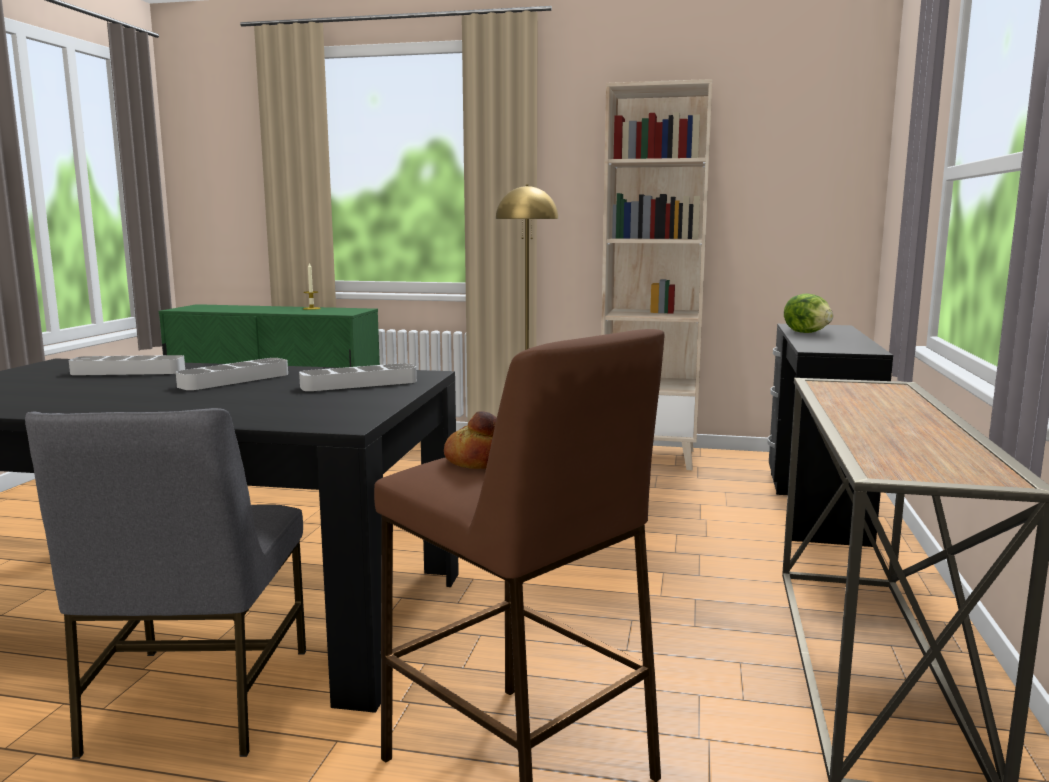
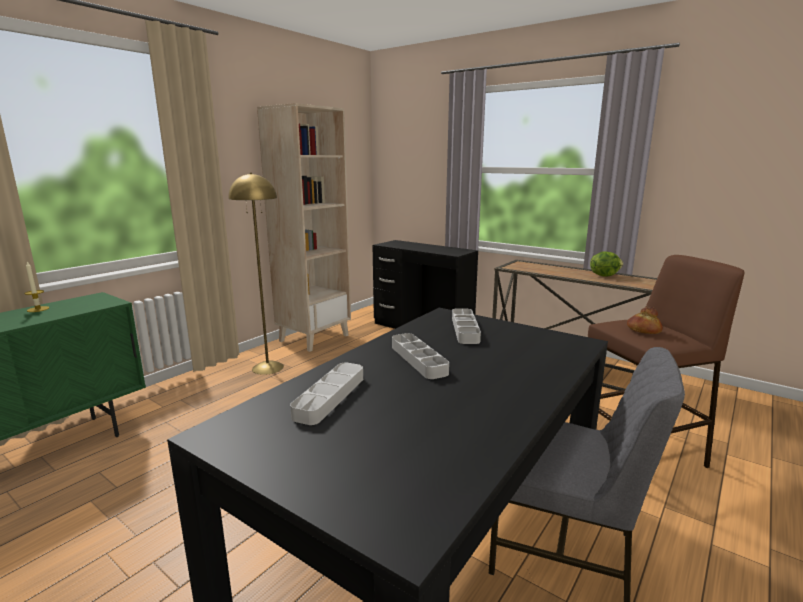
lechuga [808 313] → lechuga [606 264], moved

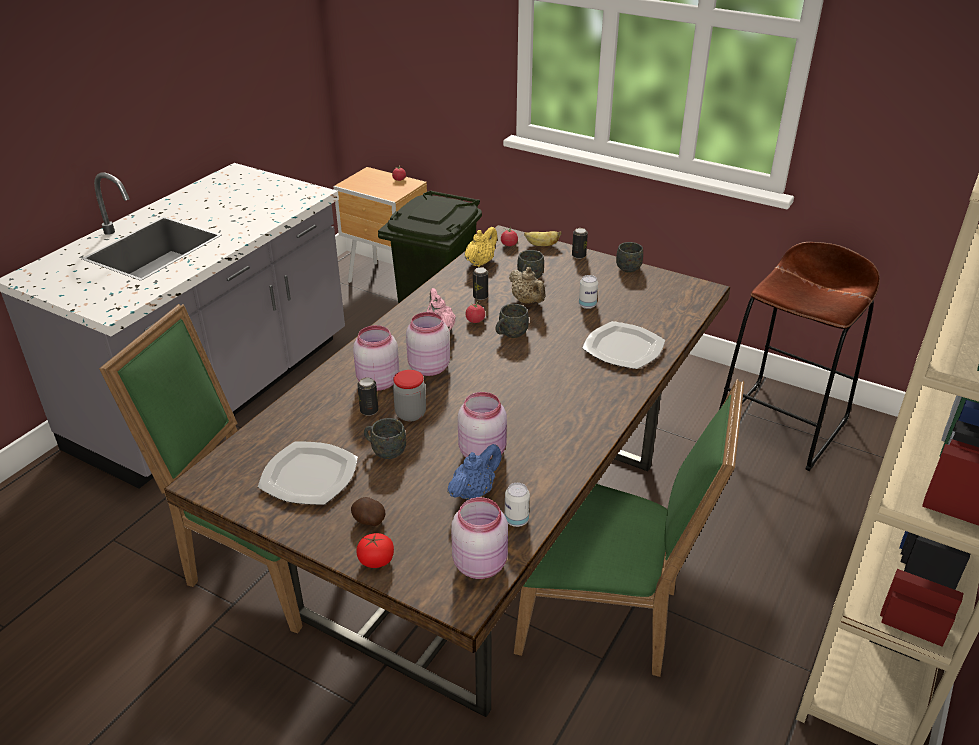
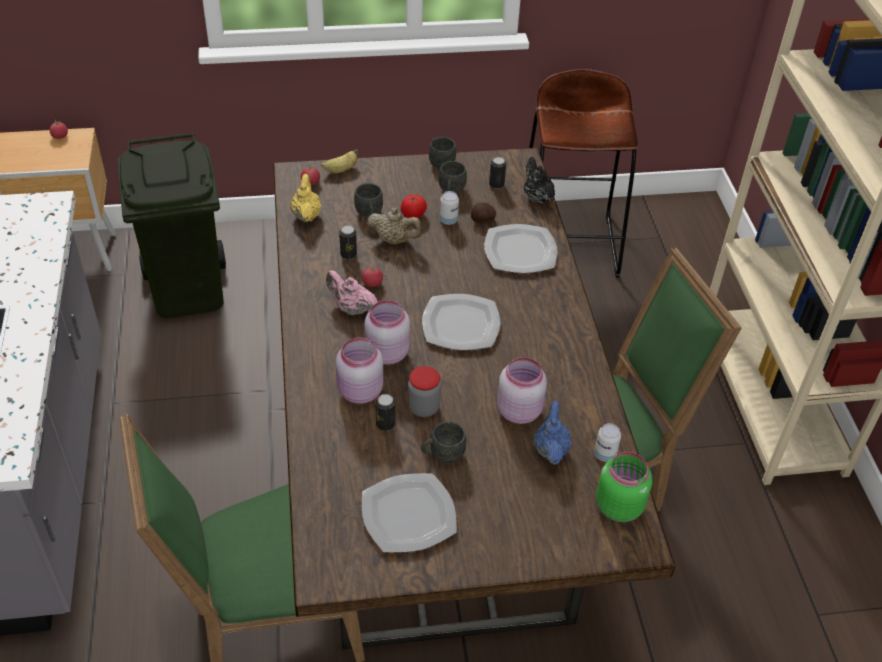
patata [368 511] → patata [483 212], moved
tomate [375 550] → tomate [414 206], moved
tarro [rosa] [479 538] → tarro [verde] [624 487]
taza grande [gris] [512 321] → taza grande [gris] [453 177], moved
lata [580 243] → lata [497 173], moved
- → plato [461 322]
- → tetera [negro] [539 180]

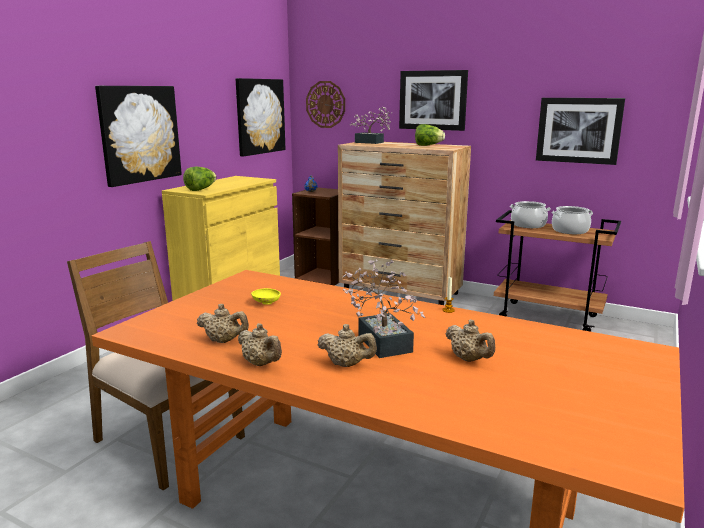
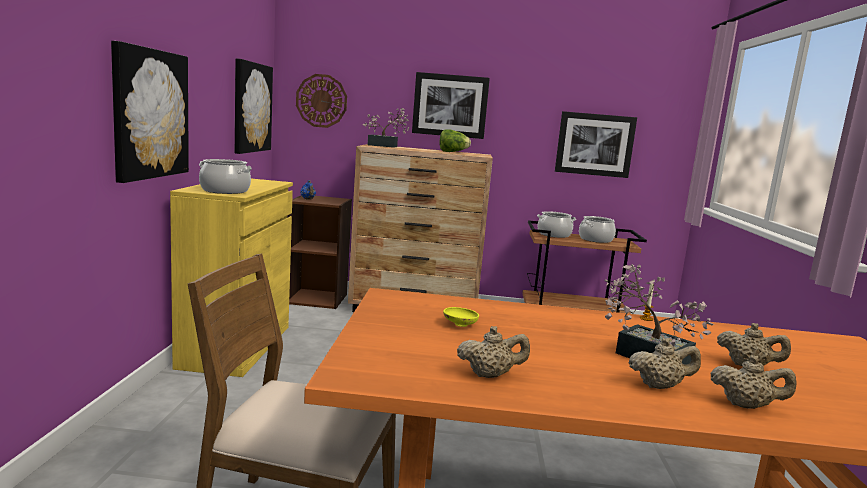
lechuga [199 178] → olla [225 176]
tetera [beis] [260 344] → tetera [beis] [754 382], moved

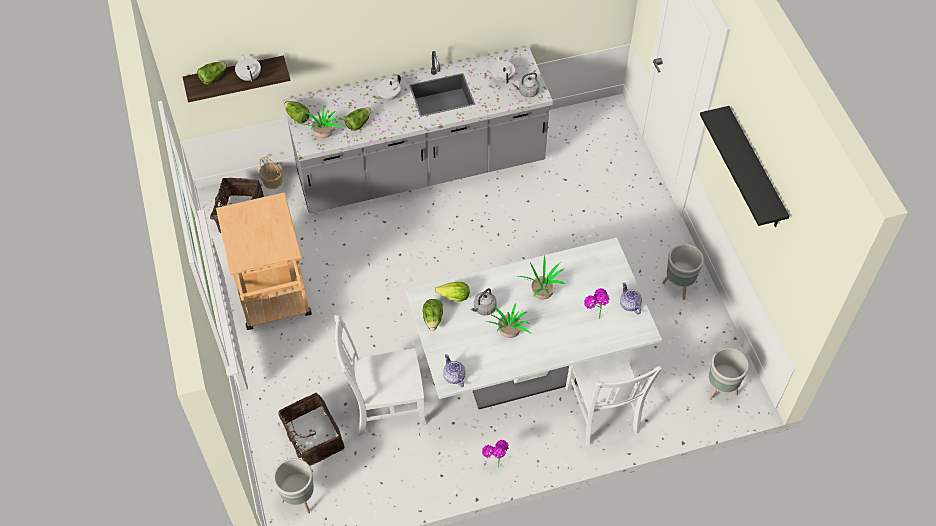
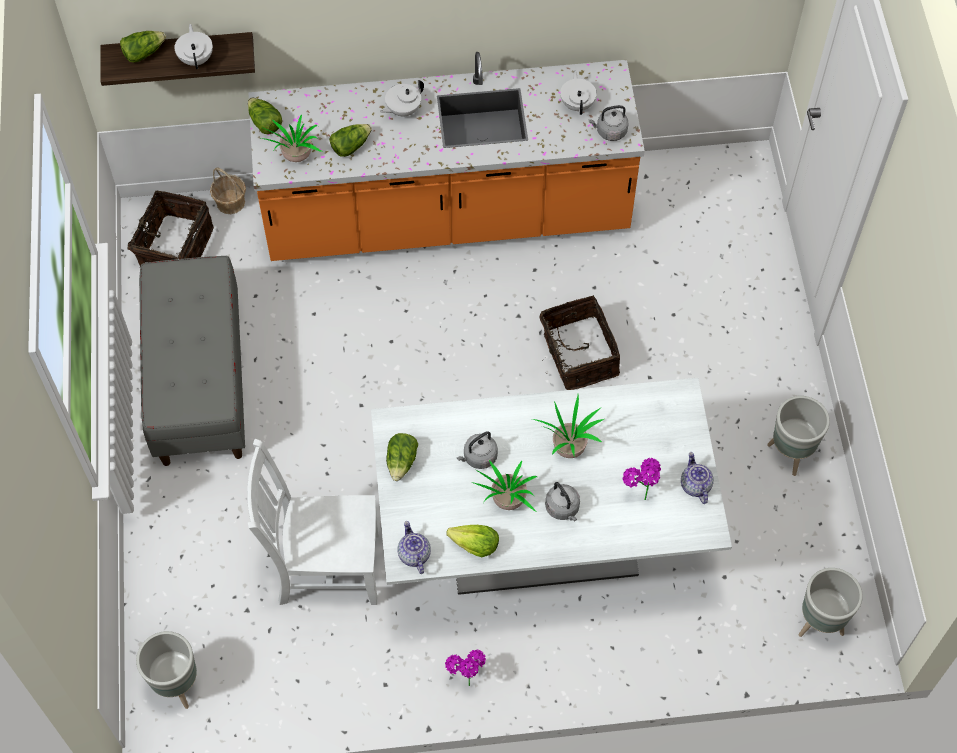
carrito [beis] [264 261] → banco [gris] [192 361]
cesta [311 429] → cesta [580 342], moved
mueble bajo de cocina [gris] [417 130] → mueble bajo de cocina [naranja] [446 156]
lechuga [452 292] → lechuga [472 541], moved
silla [blanco] [613 398] → -
estante [negro] [744 166] → -
- → hervidor [gris] [562 502]

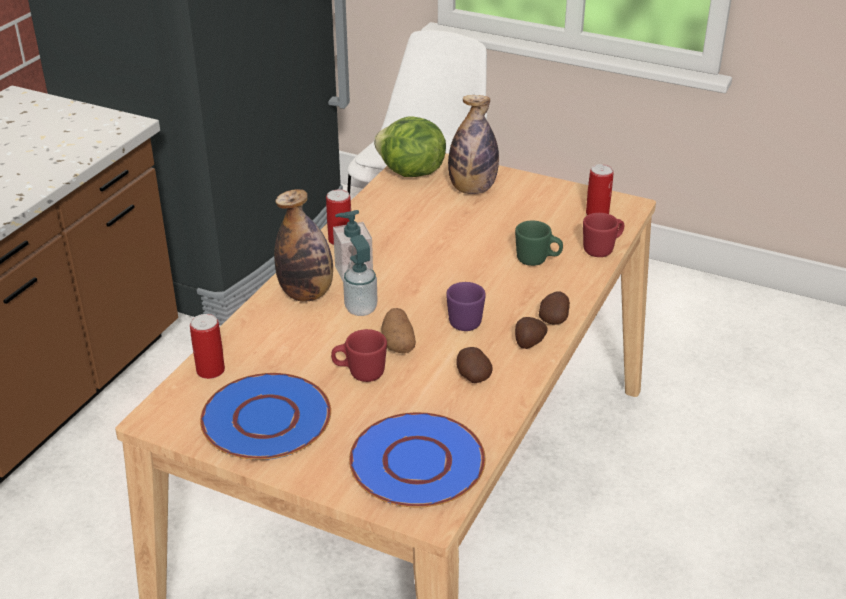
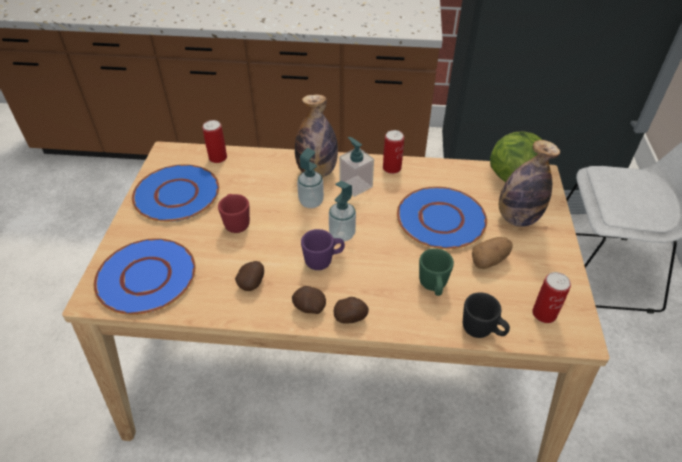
patata [398 330] → patata [492 253], moved
taza grande [rojo] [603 235] → taza grande [negro] [486 315]
- → dispensador de jabón [342 211]
- → plato [azul] [442 217]

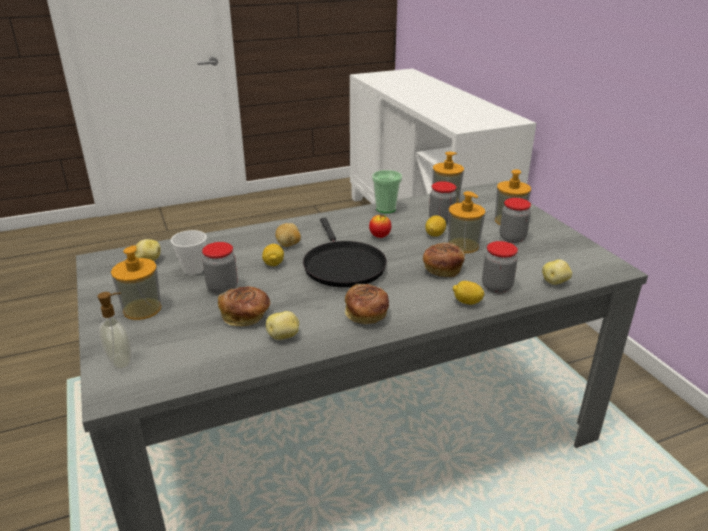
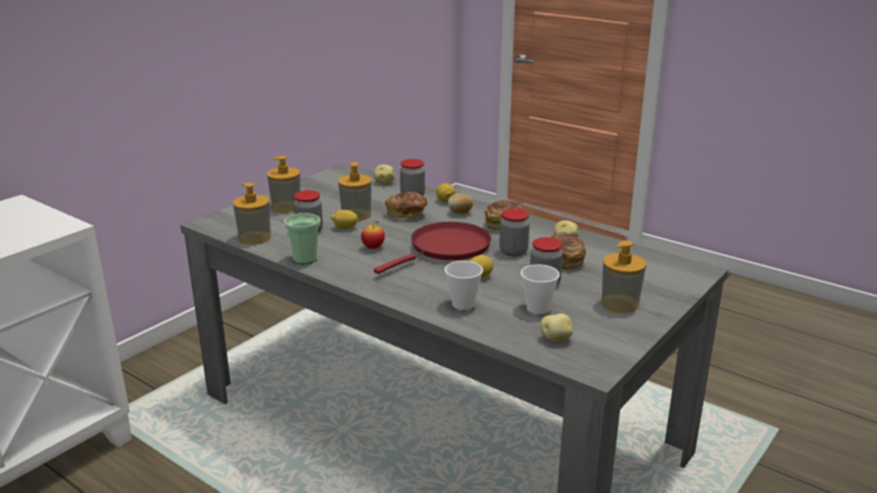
dispensador de jabón [114 330] → -
patata [288 235] → patata [460 203], moved
sartén [negro] [345 252] → sartén [rojo] [432 248]
tarro [515 220] → tarro [514 232], moved
- → taza [464 285]

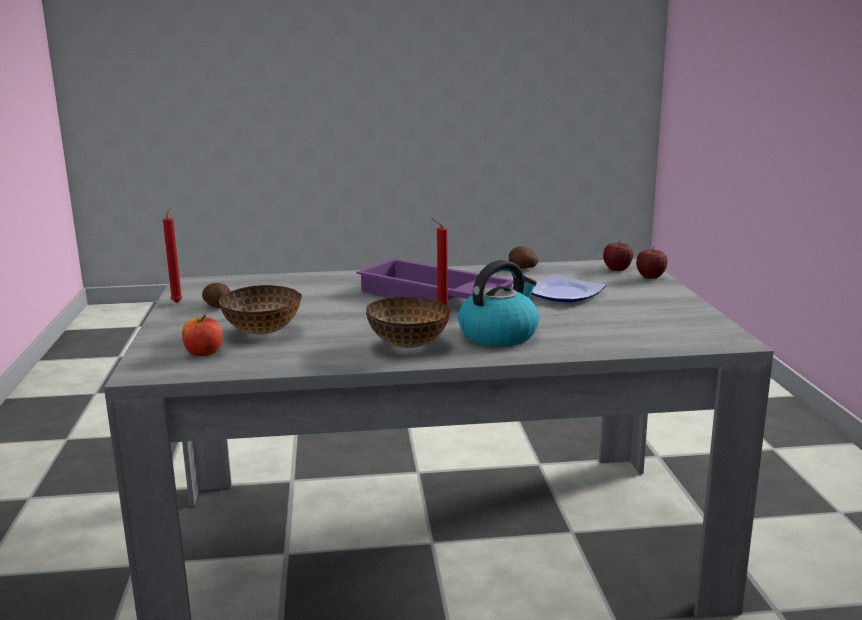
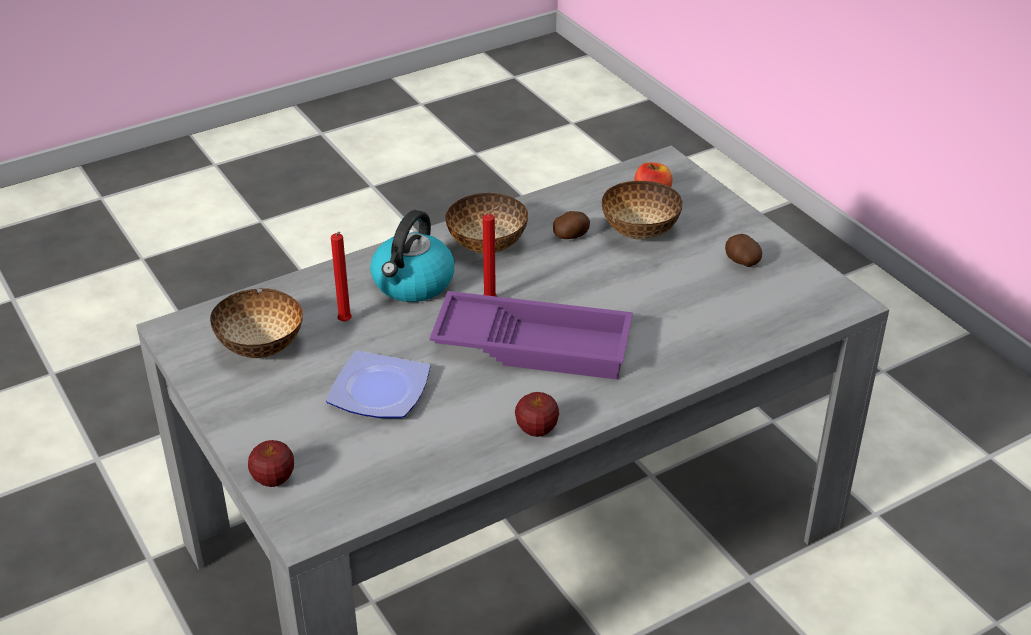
vela [rojo] [173 255] → vela [rojo] [341 277], moved
patata [524 257] → patata [571 225], moved
manzana [618 255] → manzana [537 414], moved
- → cuenco [256 323]

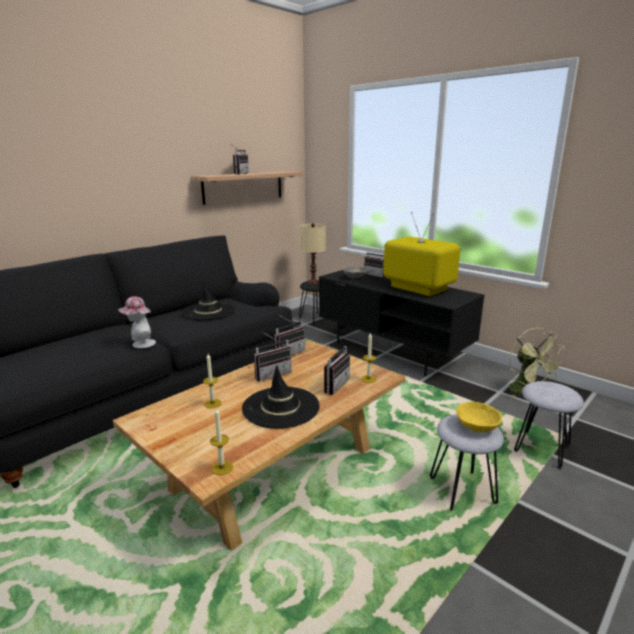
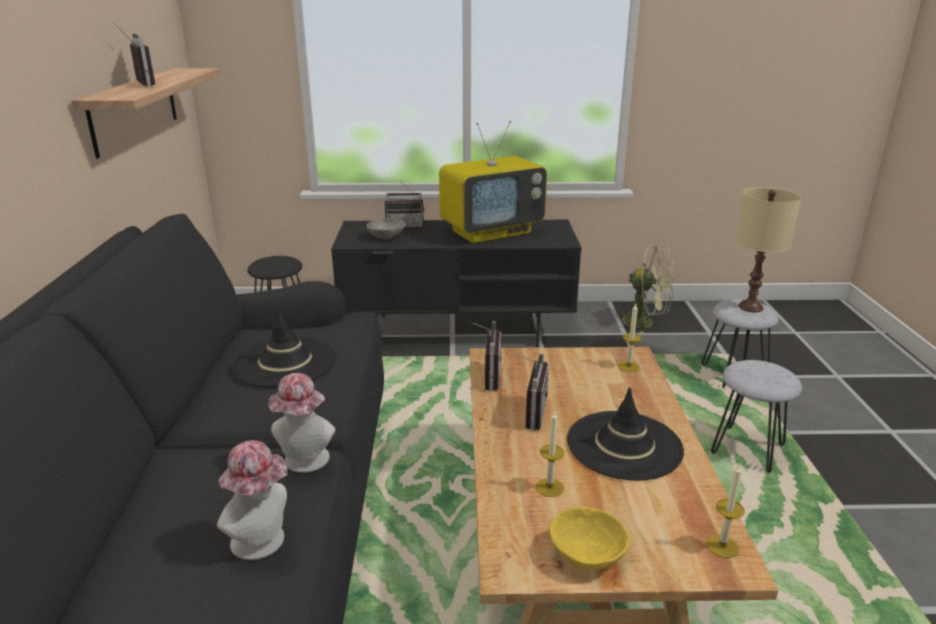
lámpara de mesa [beis] [313 254] → lámpara de mesa [beis] [768 249], moved
radio [335 368] → -
televisor [421 254] → televisor [493 182], 150 degrees clockwise
cuenco [amarillo] [479 417] → cuenco [amarillo] [590 538], moved
- → sombrero [252 500]

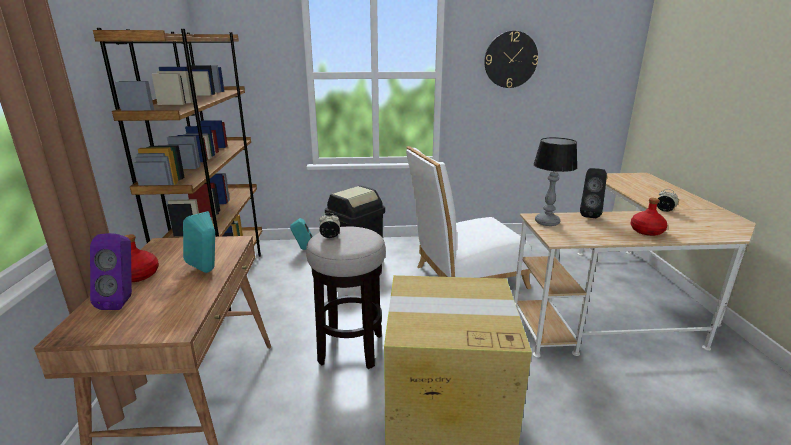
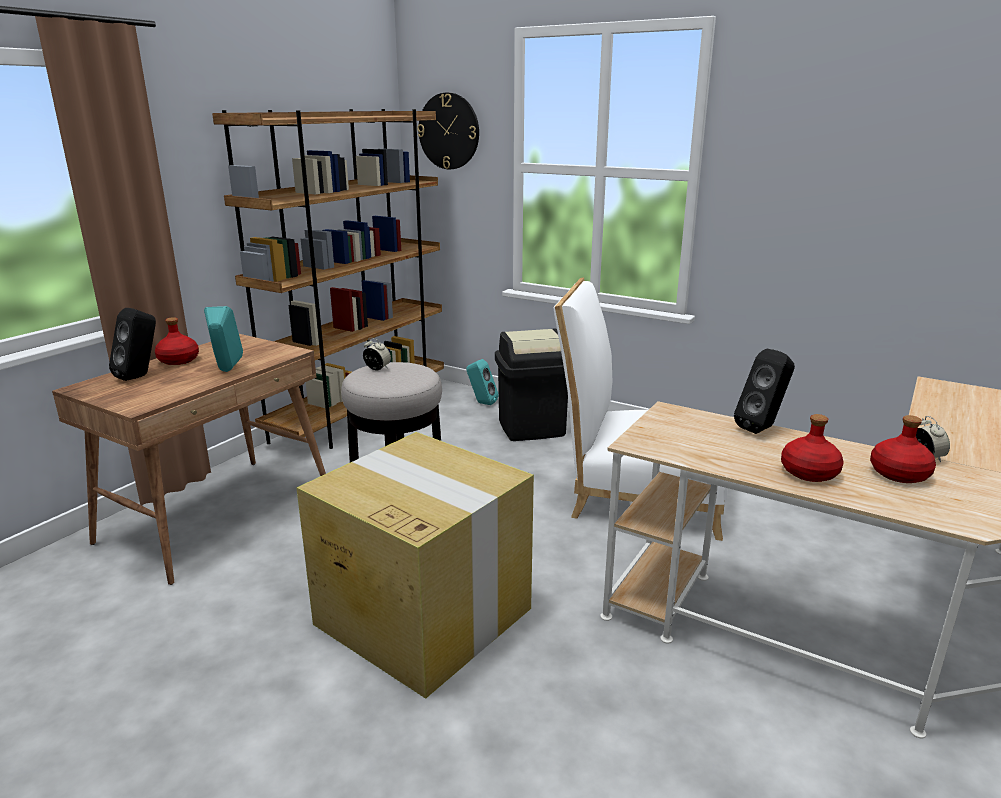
altavoz [morado] [111 271] → altavoz [negro] [132 344]
reloj de pared [511 59] → reloj de pared [448 131], moved
lámpara de mesa [555 181] → -
- → botella [rojo] [903 449]

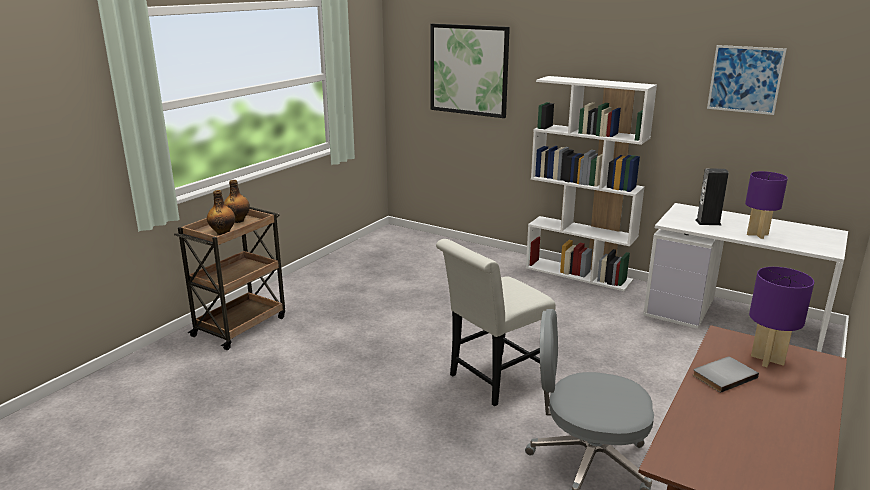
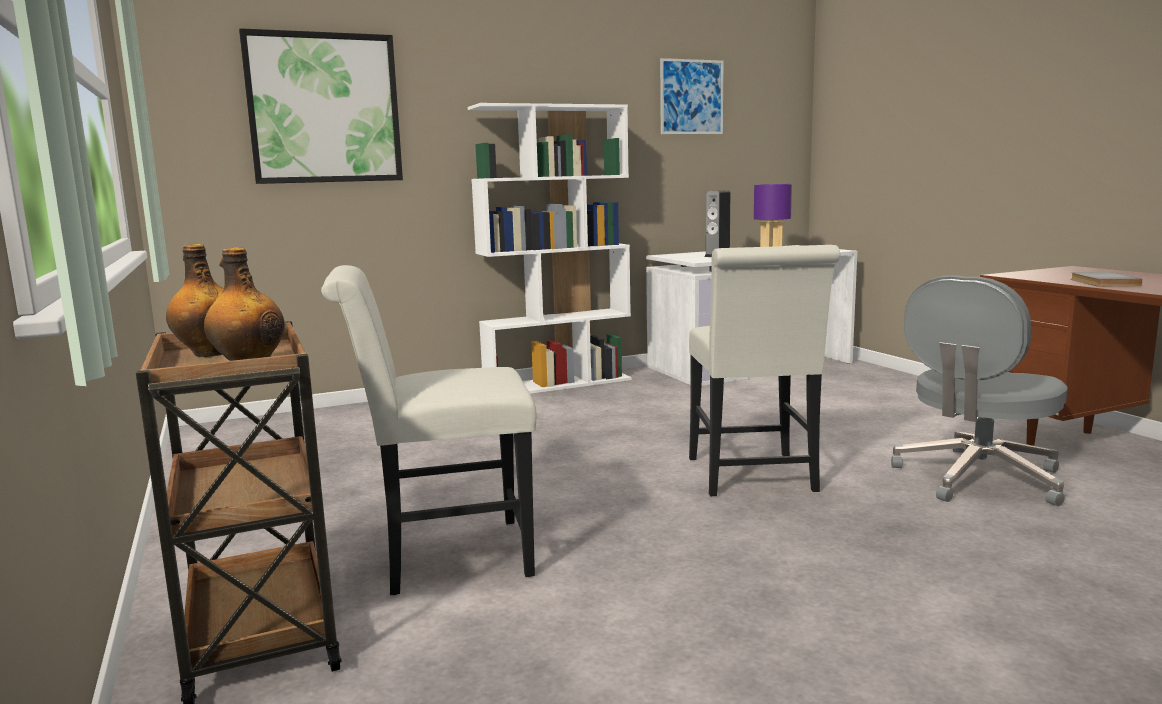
lámpara de mesa [morado] [781 317] → -
- → silla [blanco] [428 430]

